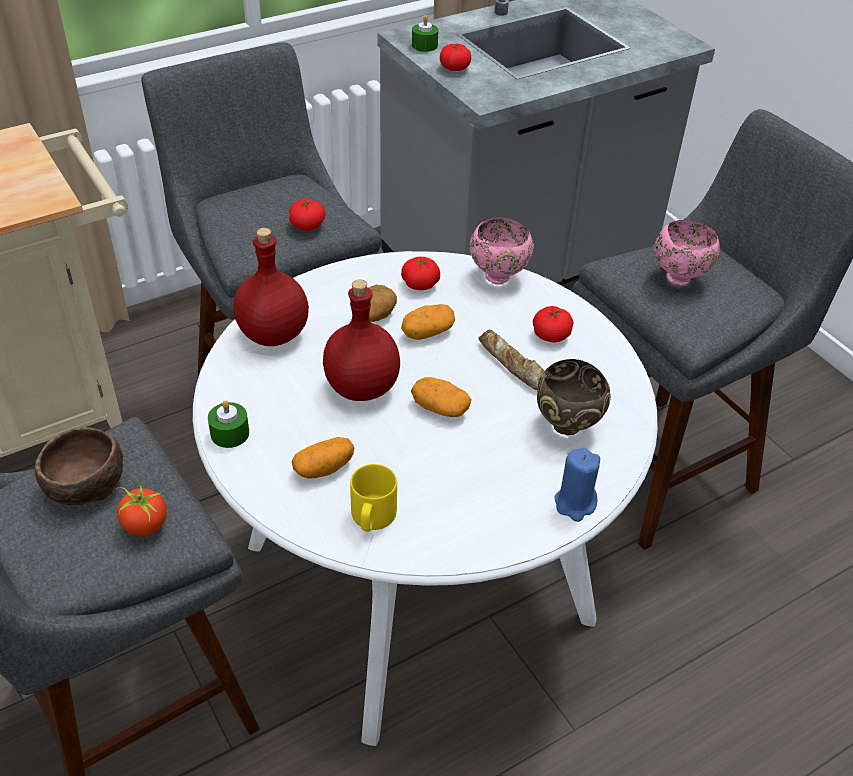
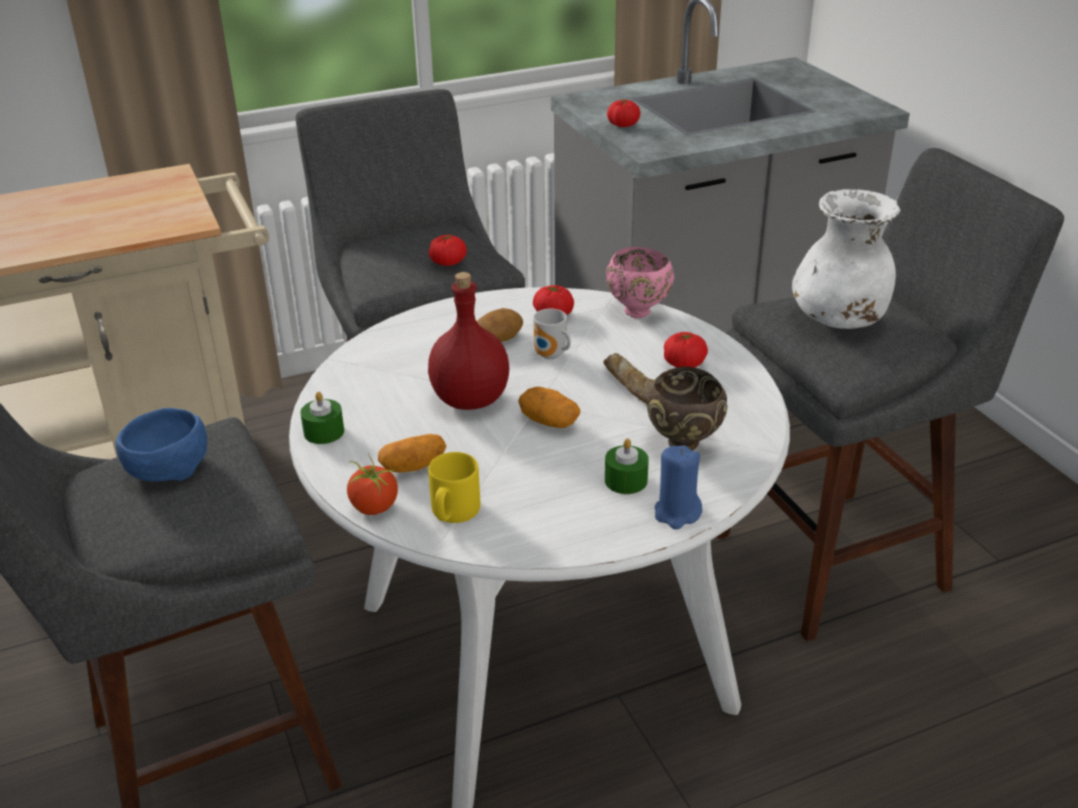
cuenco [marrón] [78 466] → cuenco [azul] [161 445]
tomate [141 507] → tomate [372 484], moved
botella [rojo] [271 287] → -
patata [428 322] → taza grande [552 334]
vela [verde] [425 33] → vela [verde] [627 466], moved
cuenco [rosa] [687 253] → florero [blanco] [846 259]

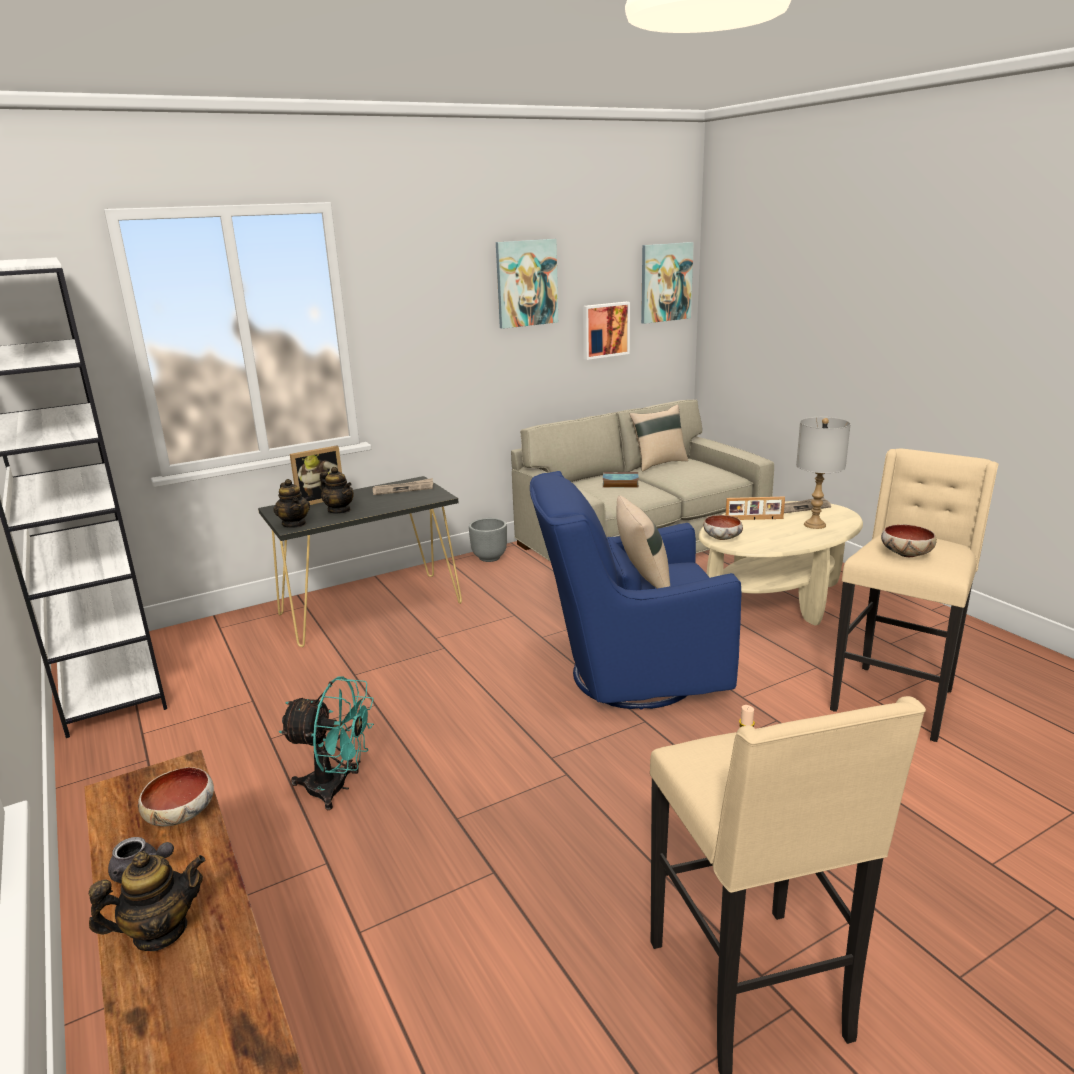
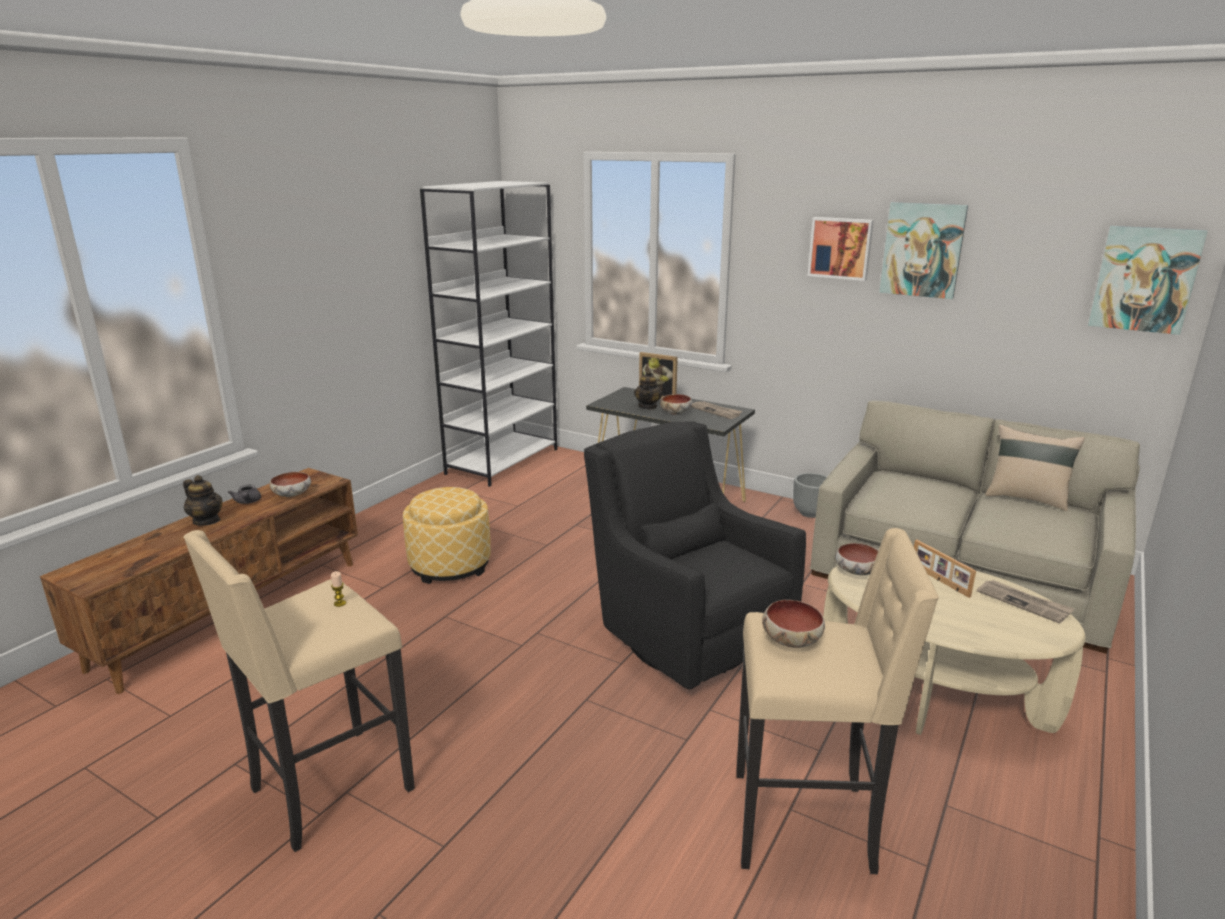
tetera [292 503] → -
ventilador [turquesa] [326 743] → puf [447 535]
sillón [azul] [636 590] → sillón [negro] [695 555]
cuadro [606 331] → cuadro [841 249], moved
libro [621 480] → -
cojín [beis] [643 542] → -
lámpara de mesa [gris] [823 473] → -
- → cuenco [676 404]

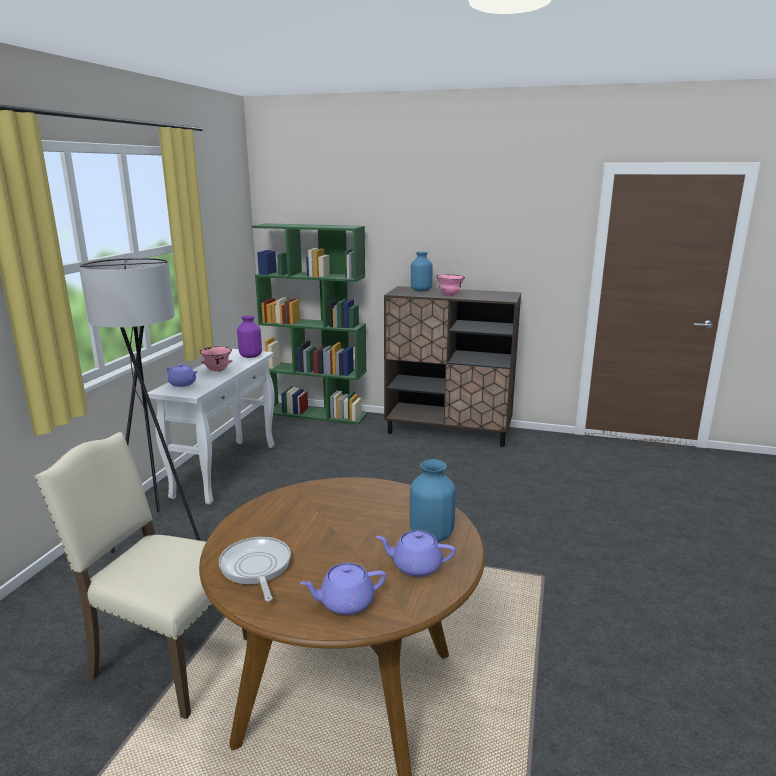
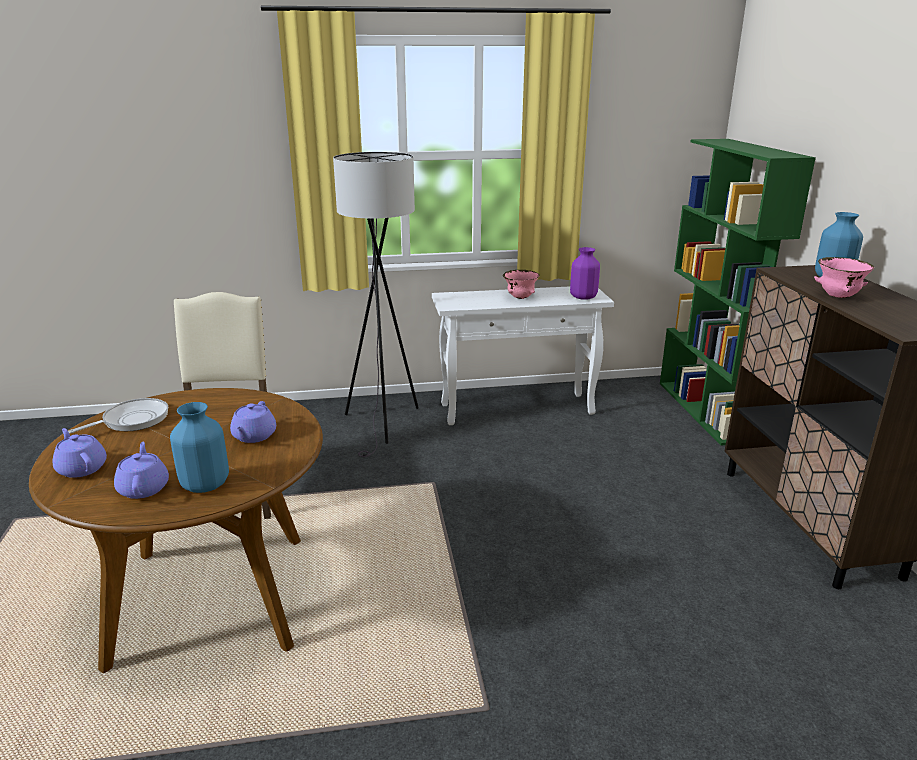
tetera [morado] [182 375] → tetera [morado] [253 422], moved

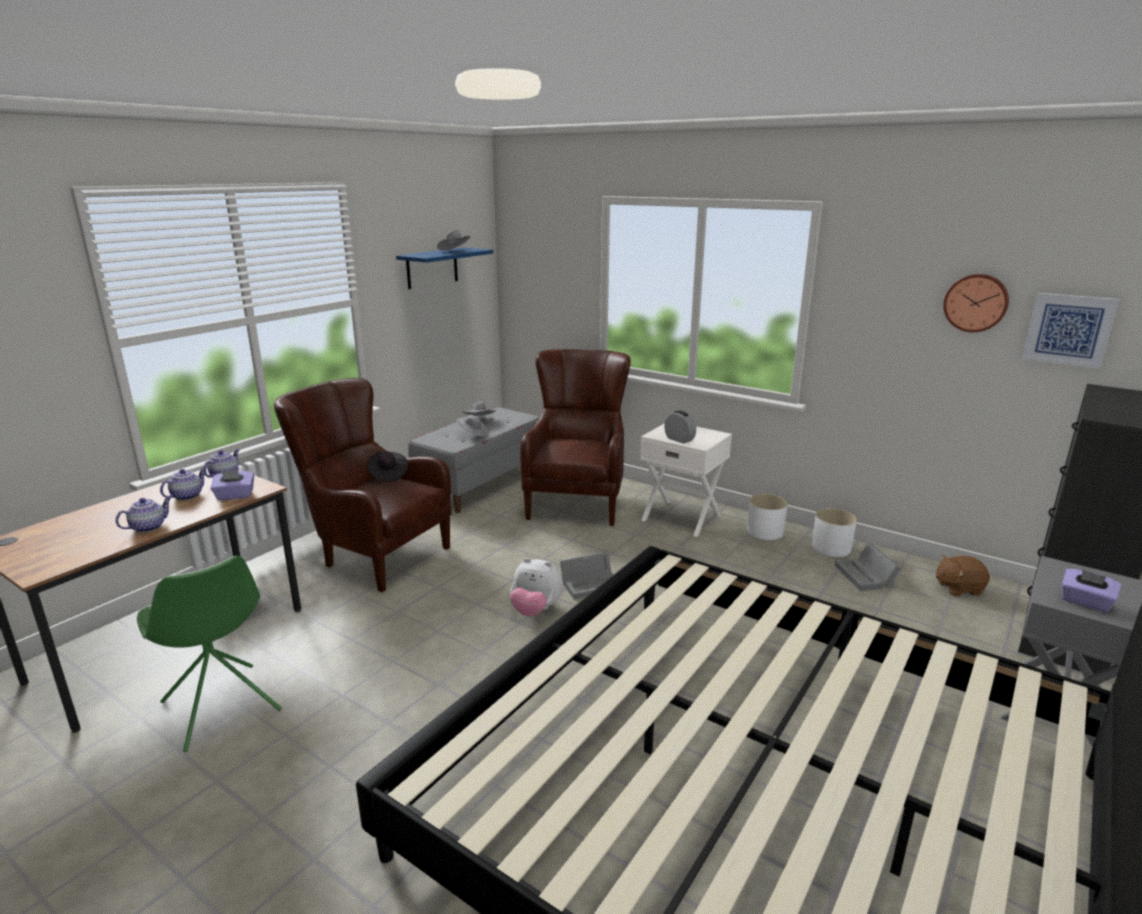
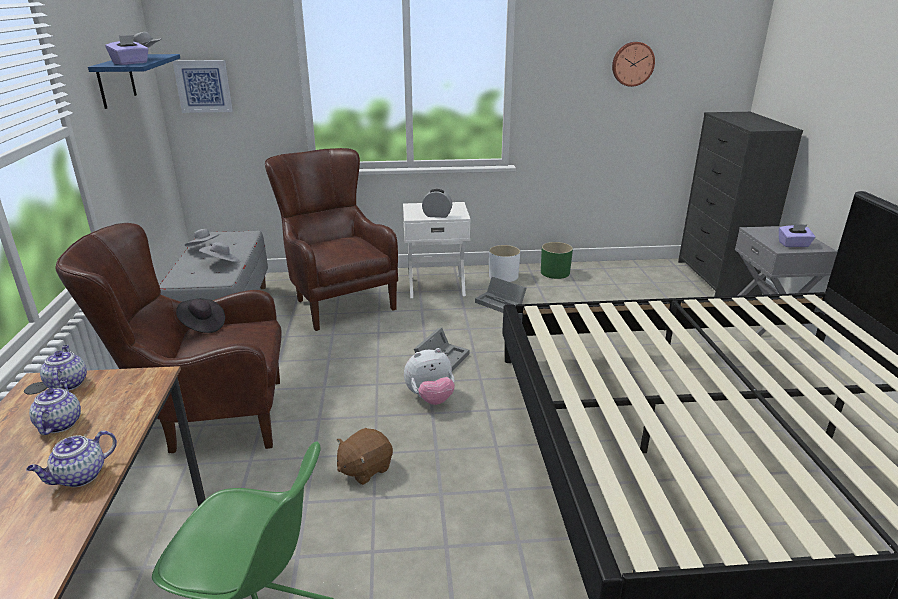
tetera [143 514] → tetera [71 459], 135 degrees counterclockwise
caja de pañuelos [morado] [232 485] → caja de pañuelos [morado] [127 50], moved
maceta [blanco] [834 532] → maceta [verde] [557 260]
caja de almacenaje [gris] [868 566] → caja de almacenaje [gris] [501 295], moved
peluche [marrón] [963 575] → peluche [marrón] [365 456], moved
cuadro [1070 331] → cuadro [203 86], moved

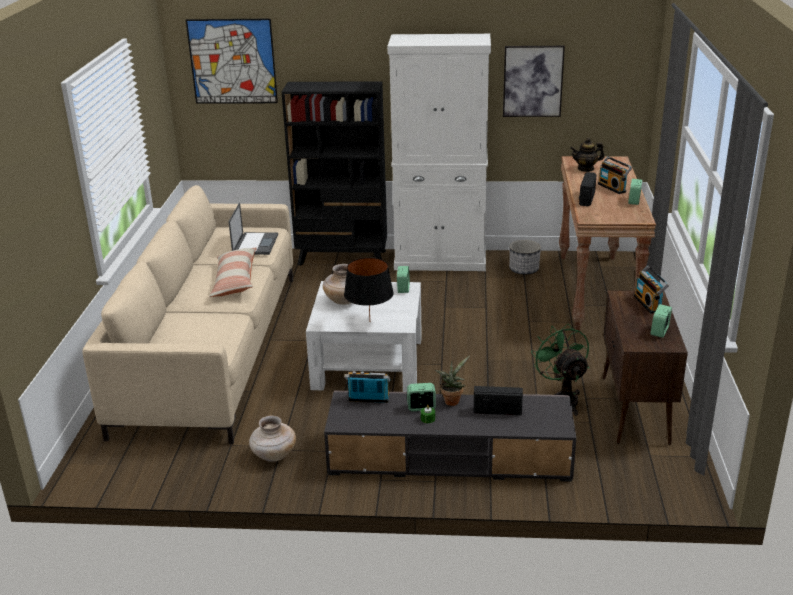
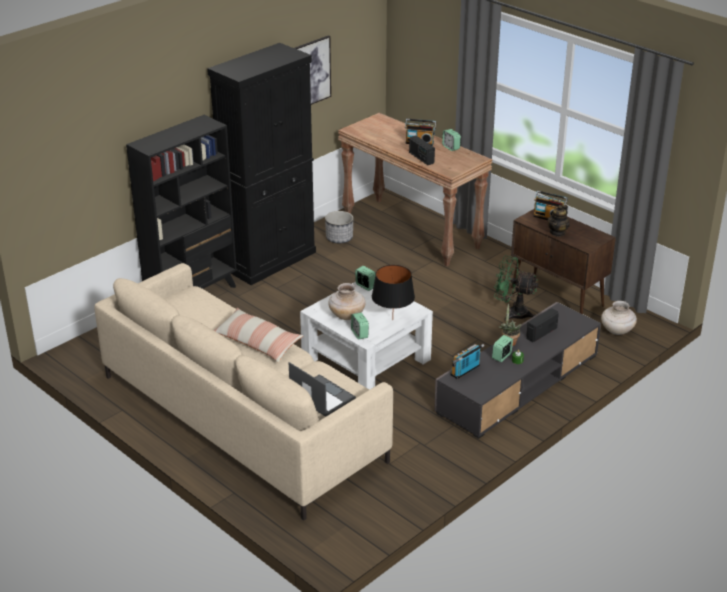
cuadro [232 61] → -
portátil [253 229] → portátil [322 389], moved
florero [beis] [272 438] → florero [beis] [619 318], moved
armario [blanco] [439 152] → armario [negro] [261 164]
tetera [587 155] → tetera [558 221], moved
despertador [661 321] → despertador [360 326], moved

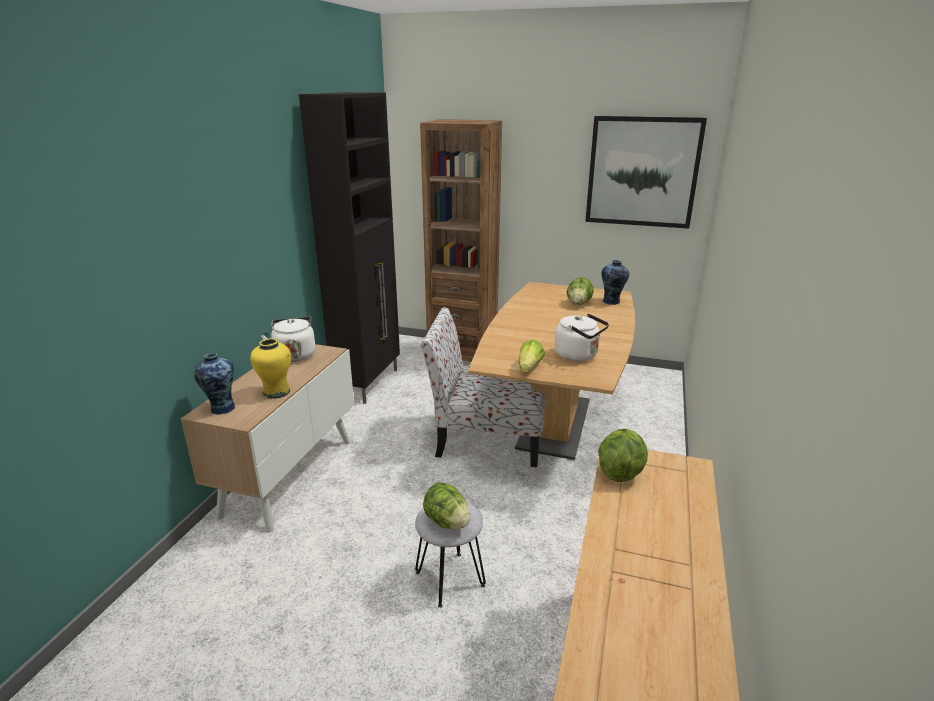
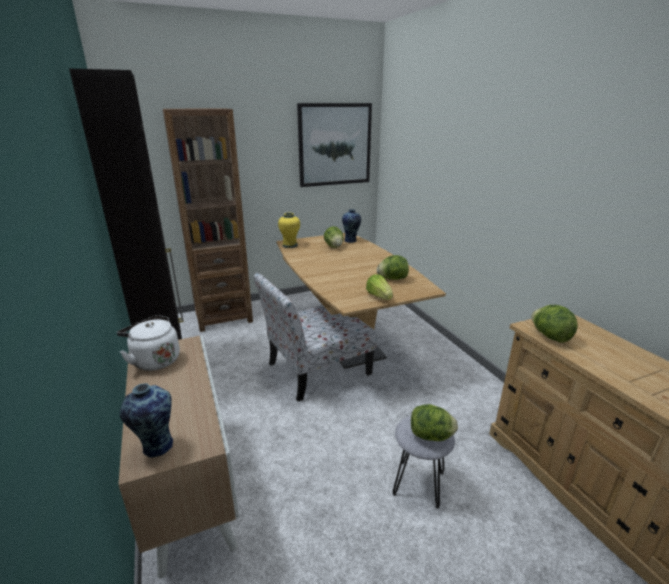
florero [amarillo] [270 368] → florero [amarillo] [289 230], moved
hervidor [blanco] [582 337] → lechuga [393 267]

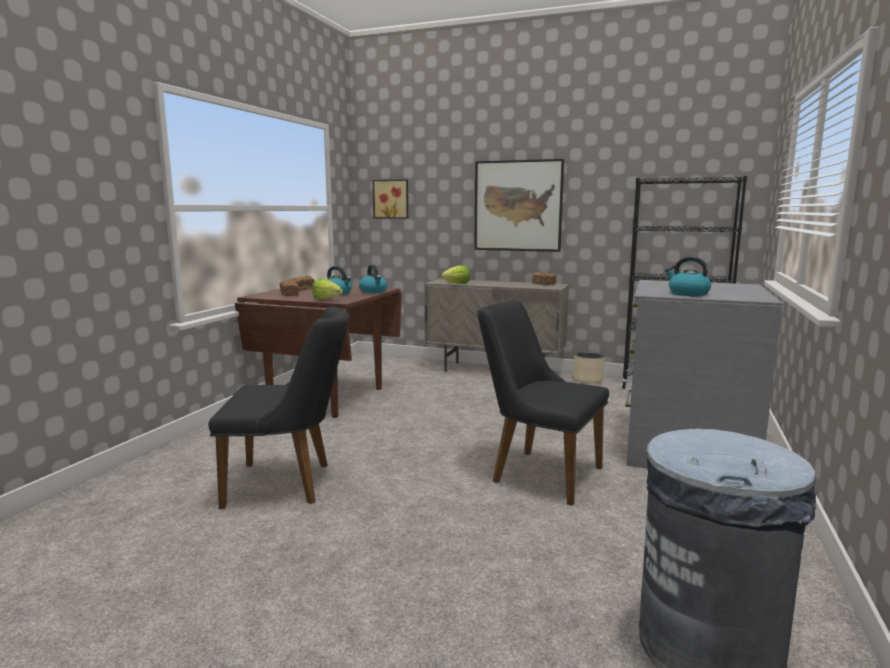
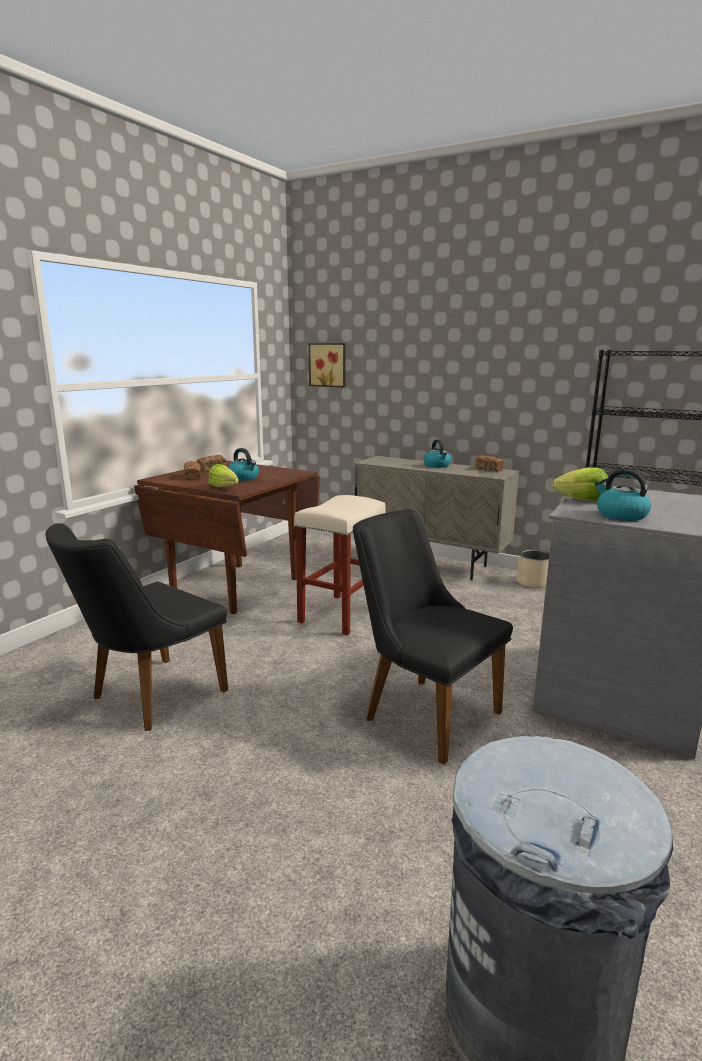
silla [negro] [279 407] → silla [negro] [136 627], 120 degrees clockwise
hervidor [373 279] → hervidor [437 453], moved
lechuga [455 274] → lechuga [580 484], moved
cuadro [519 205] → -
- → taburete [beis] [340 565]

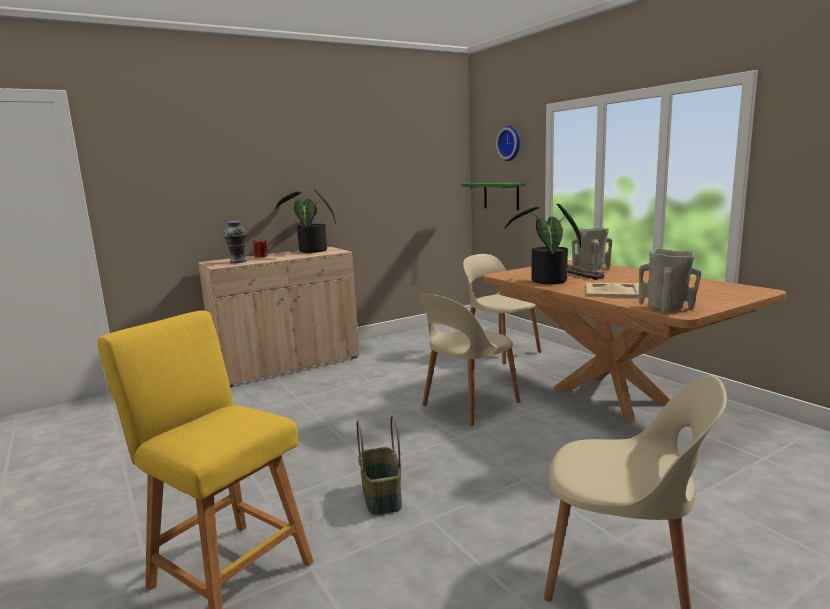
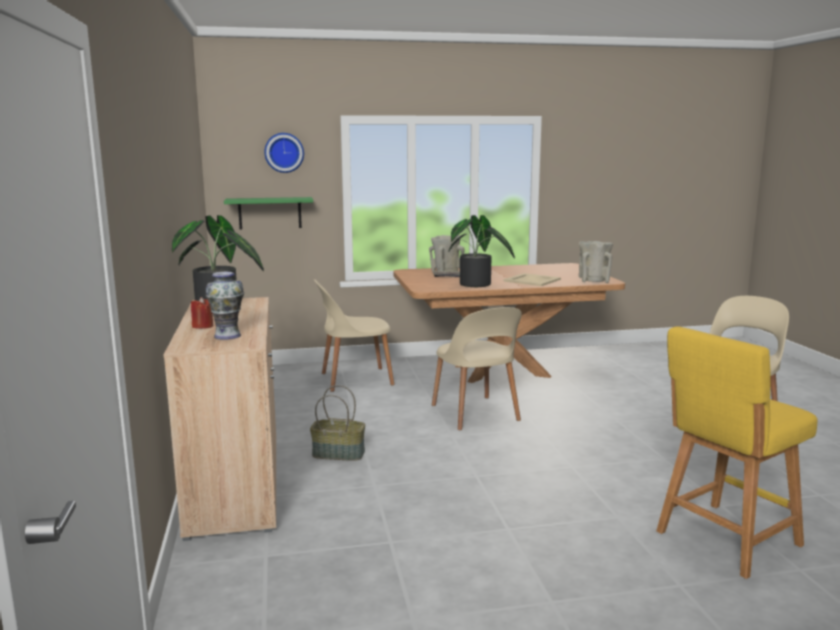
cesta [379 465] → cesta [337 423], moved

